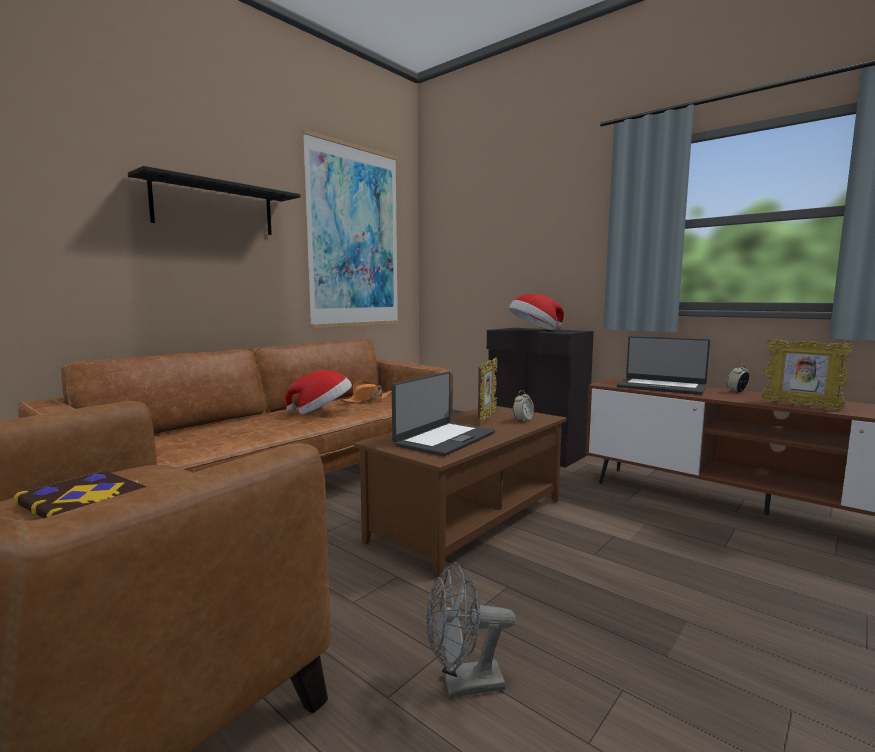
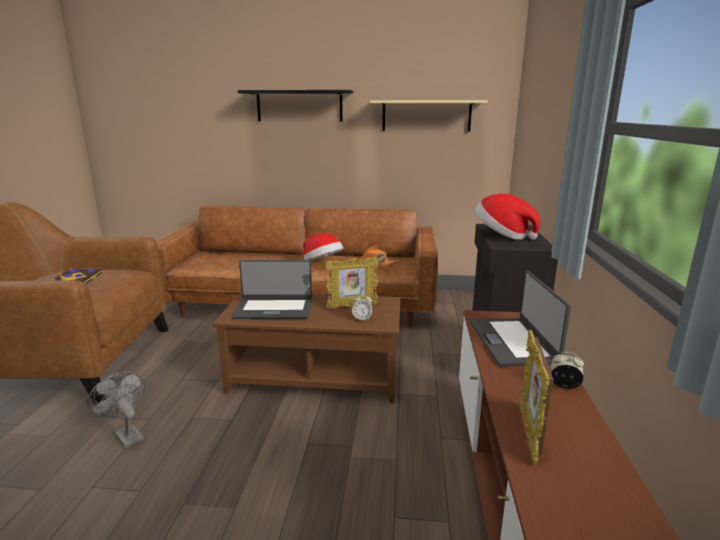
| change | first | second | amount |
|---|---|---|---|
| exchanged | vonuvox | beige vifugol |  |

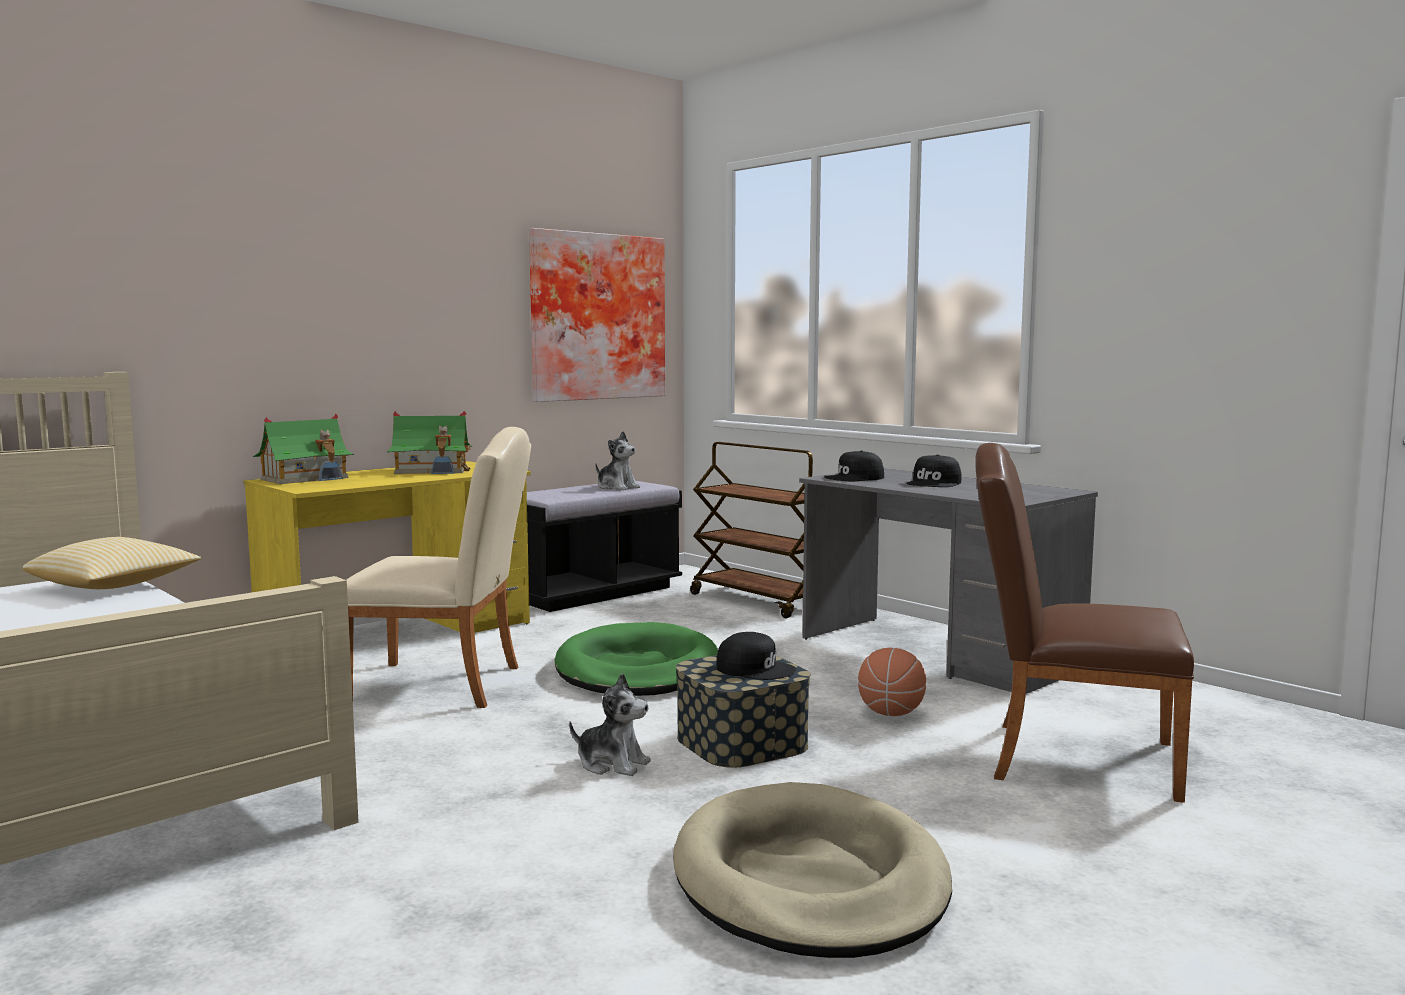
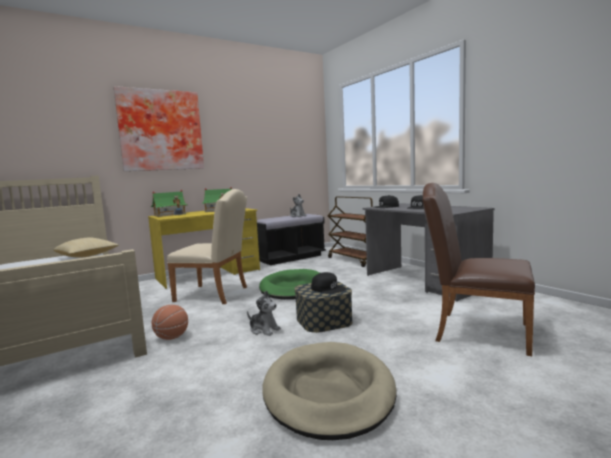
| change | first | second | amount |
|---|---|---|---|
| relocated | vonuvox |  |  |
| relocated | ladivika |  |  |

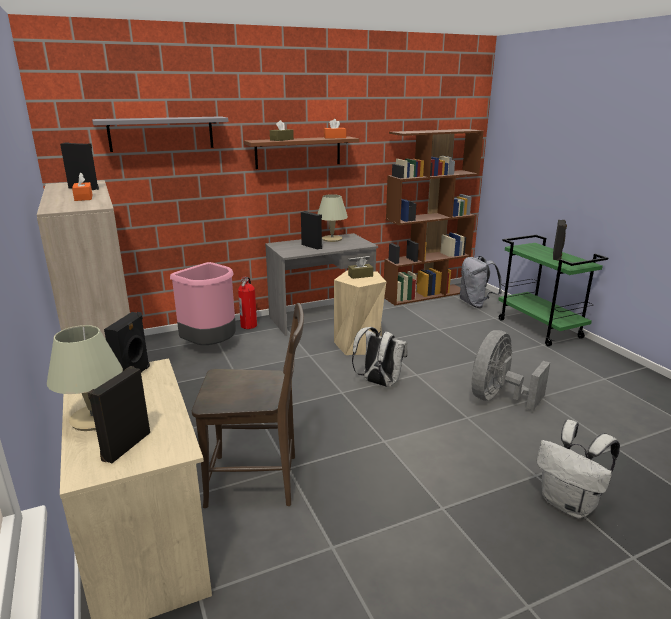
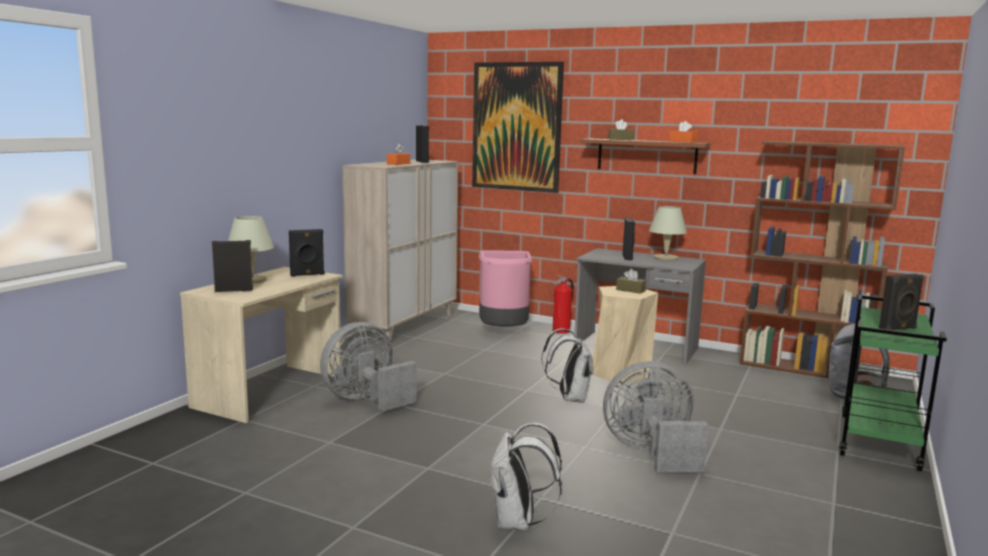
| change | first | second | amount |
|---|---|---|---|
| exchanged | grey vifugol | vonuvox |  |
| exchanged | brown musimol | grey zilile (no. 1 from left) |  |

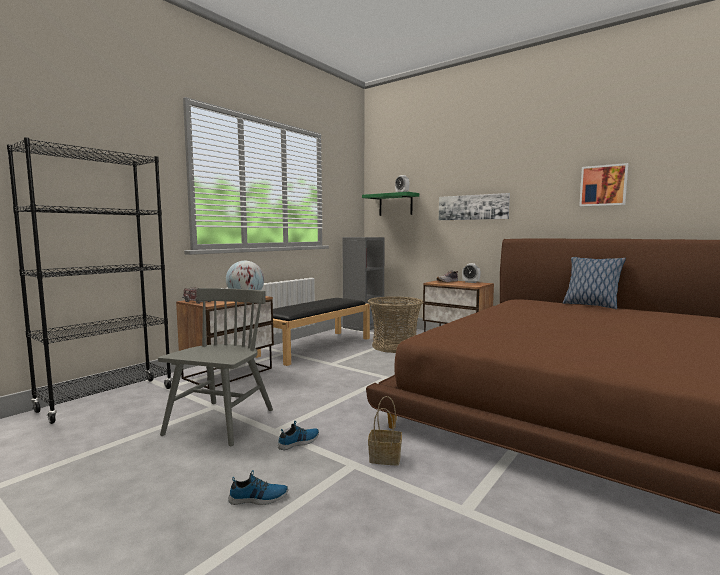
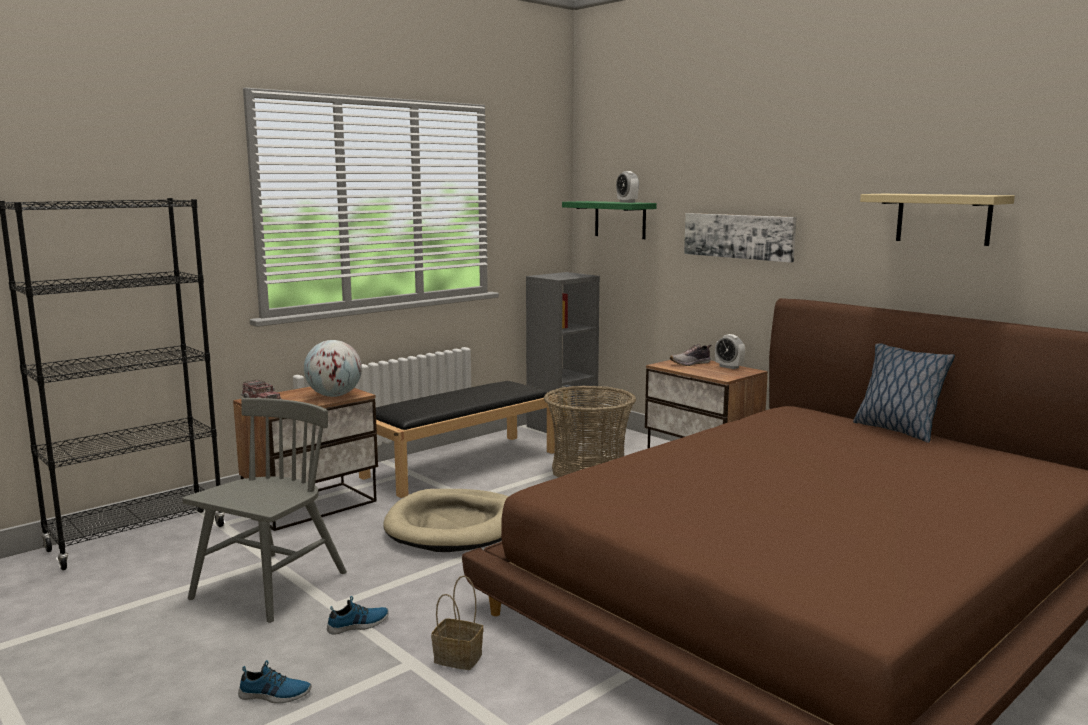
| change | first | second | amount |
|---|---|---|---|
| appeared |  | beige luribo |  |
| exchanged | vonuvox (no. 2 from left) | beige vifugol |  |

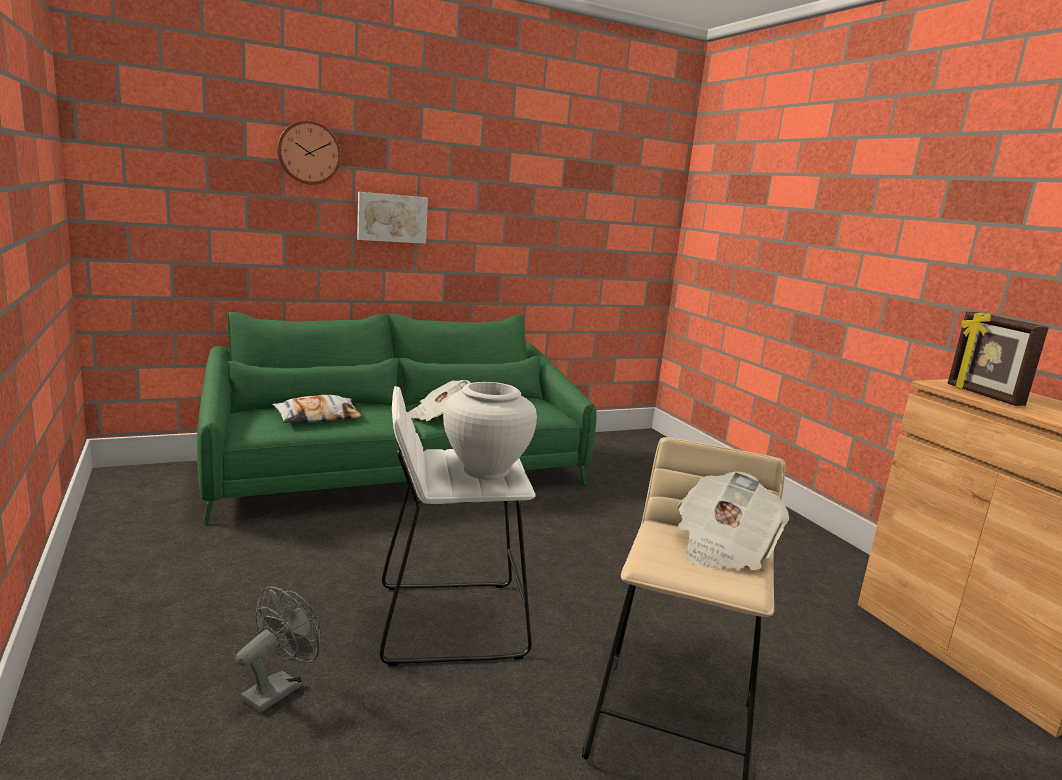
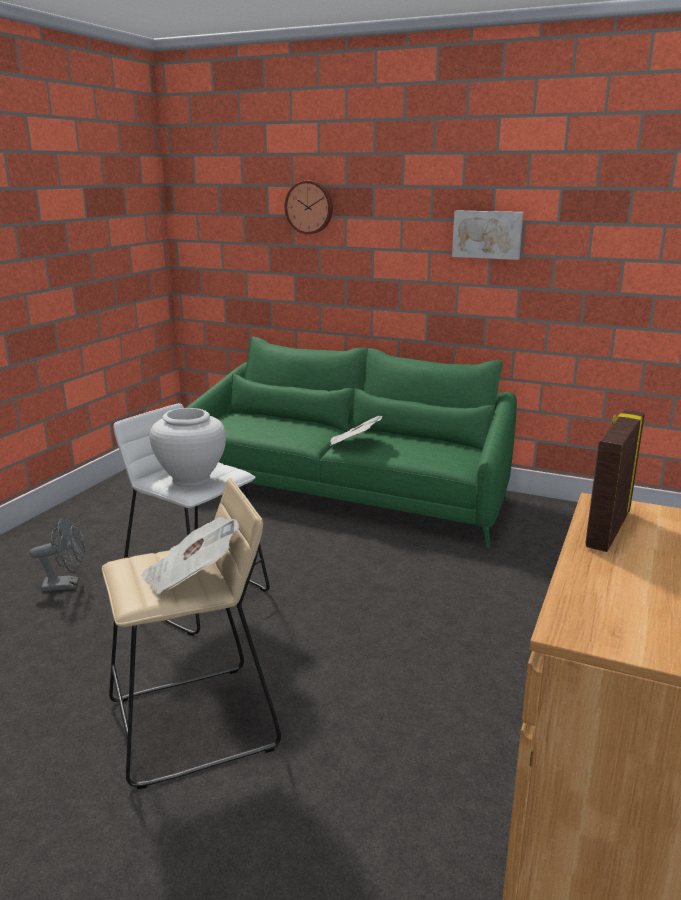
| change | first | second | amount |
|---|---|---|---|
| missing | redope |  |  |
| relocated | vonuvox |  |  |

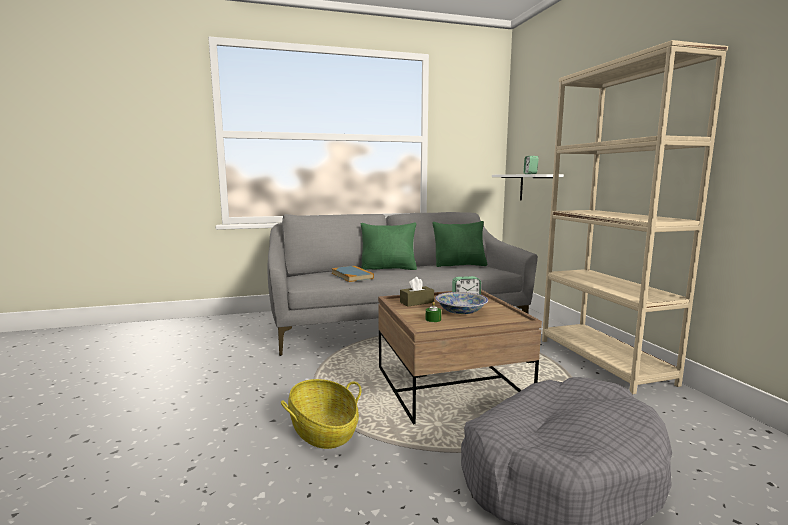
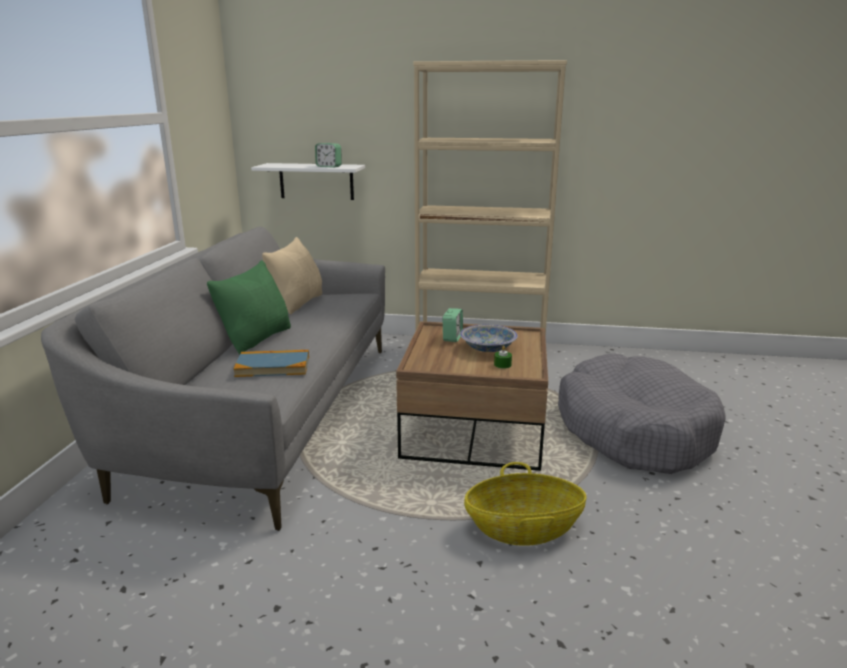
| change | first | second | amount |
|---|---|---|---|
| missing | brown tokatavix |  |  |
| colour | green redope (no. 2 from left) | beige redope |  |

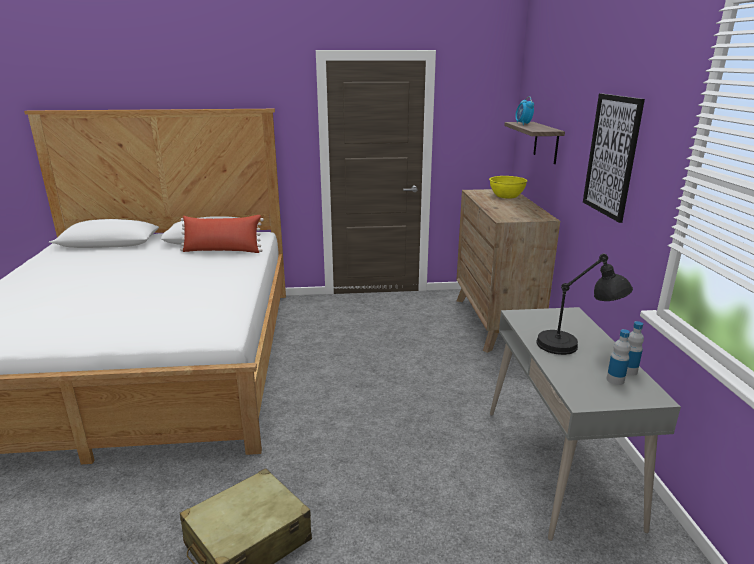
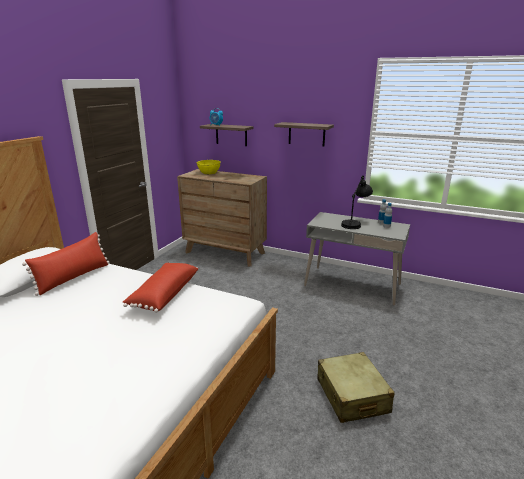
| change | first | second | amount |
|---|---|---|---|
| appeared |  | red redope (no. 2 from left) |  |
| exchanged | vonuvox | vifugol (no. 2 from left) |  |

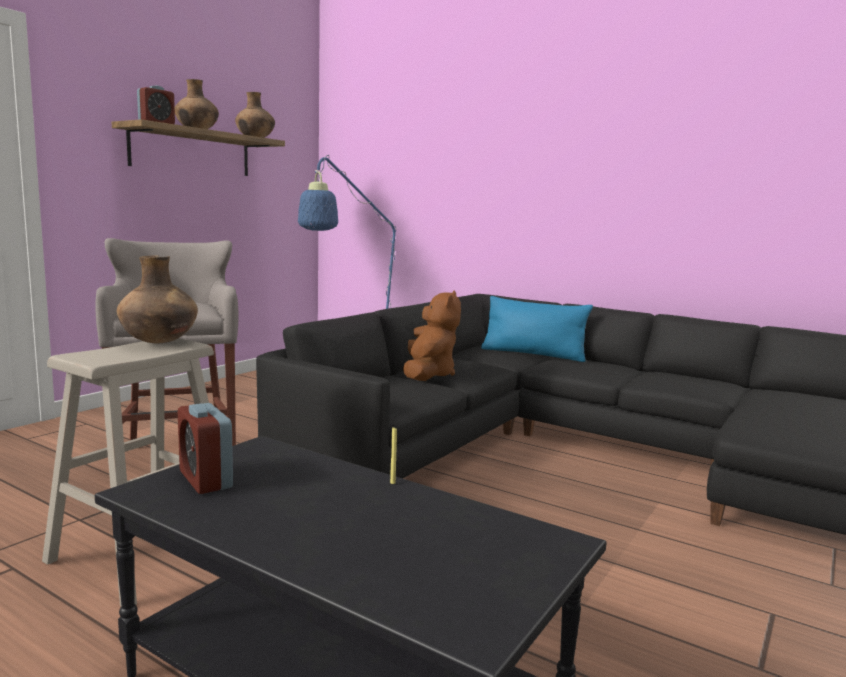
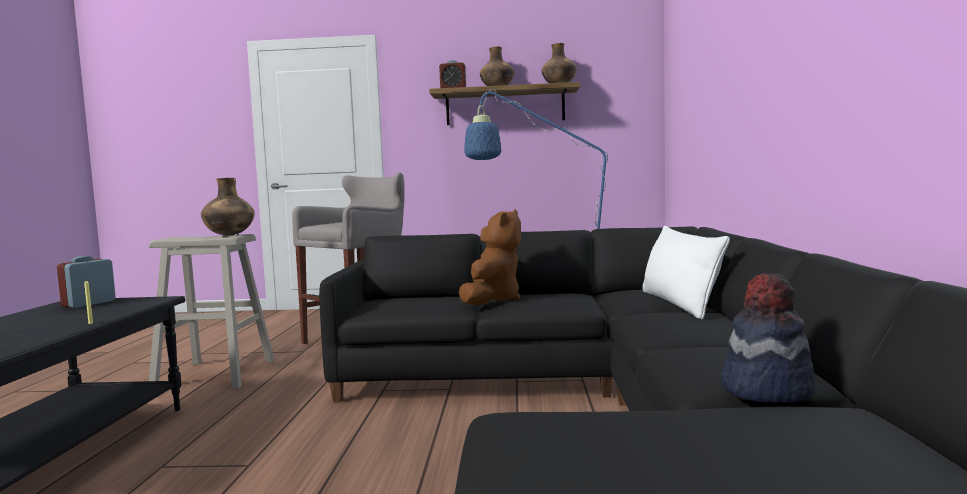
| change | first | second | amount |
|---|---|---|---|
| appeared |  | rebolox |  |
| colour | blue redope | white redope |  |
| spun | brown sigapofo |  | 45 degrees counterclockwise |

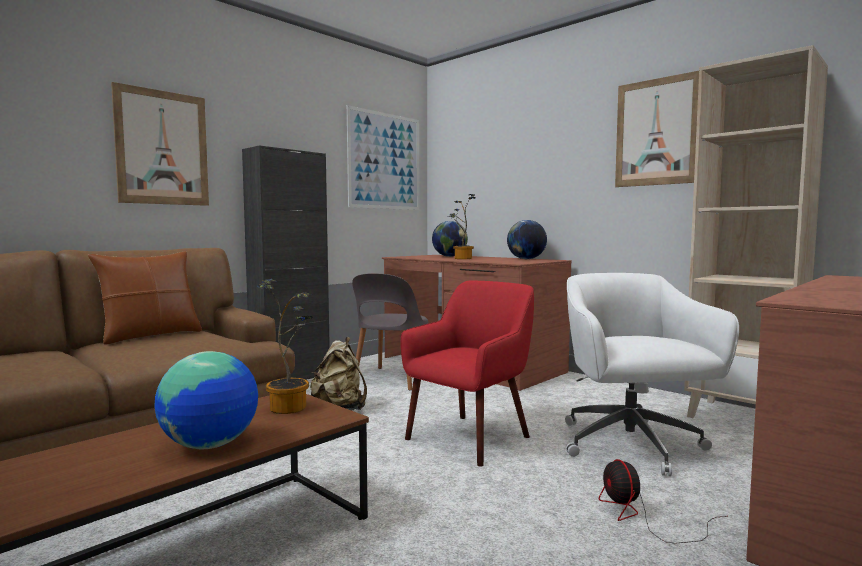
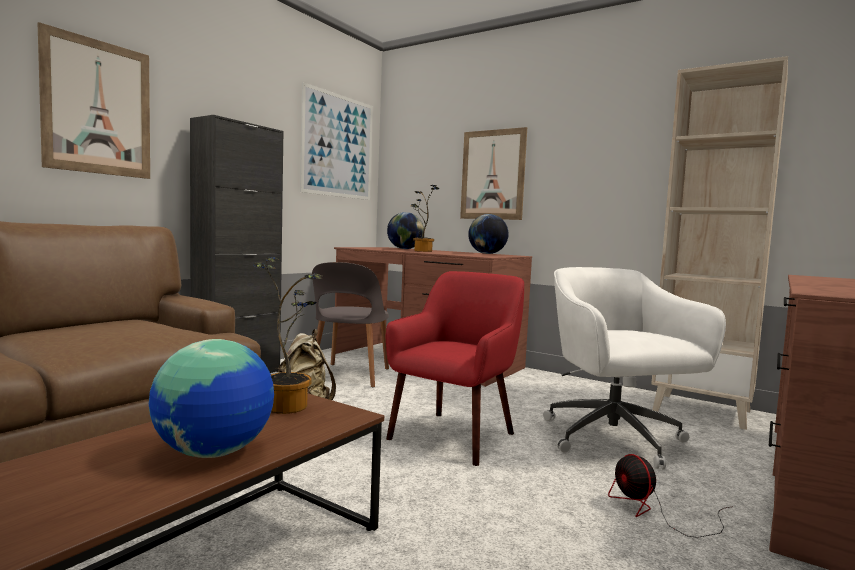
| change | first | second | amount |
|---|---|---|---|
| missing | brown redope |  |  |
| relocated | vonuvox (no. 3 from left) |  |  |

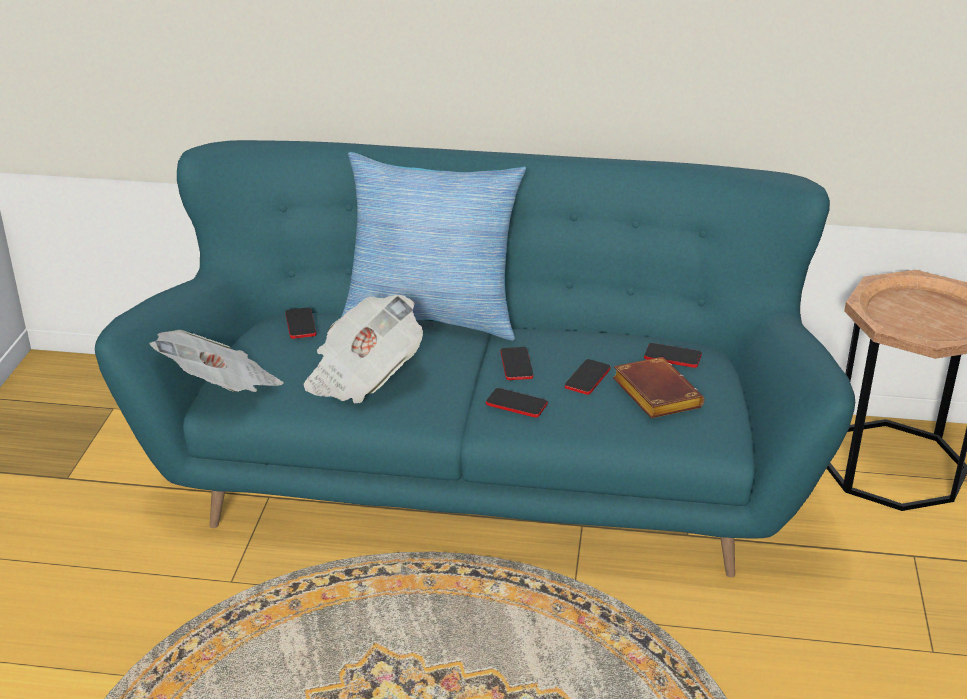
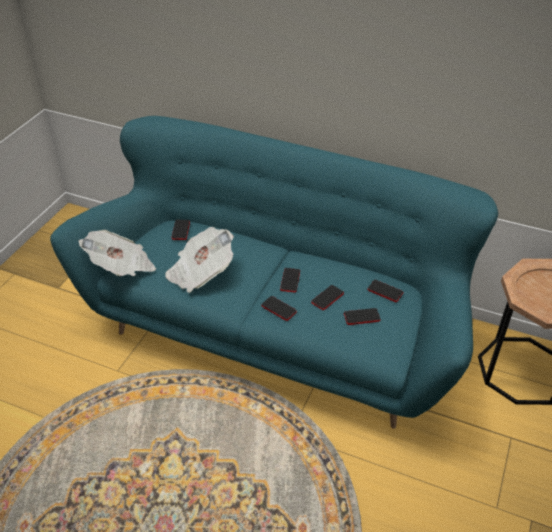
| change | first | second | amount |
|---|---|---|---|
| missing | redope |  |  |
| exchanged | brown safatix | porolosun (no. 5 from left) |  |

